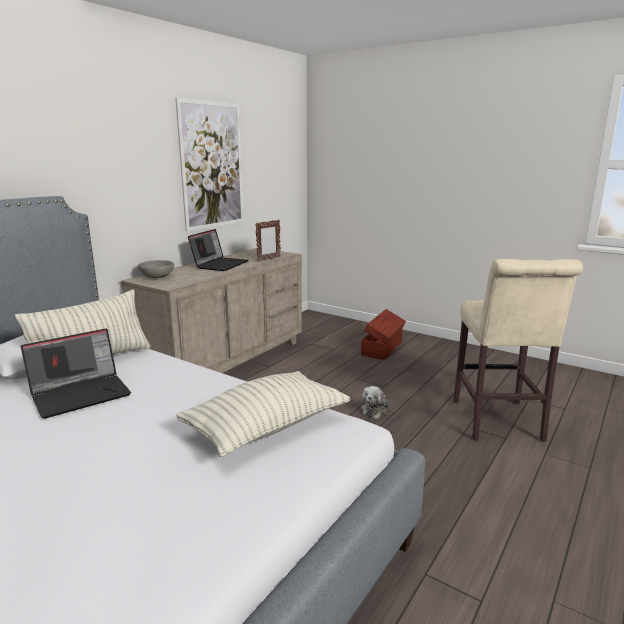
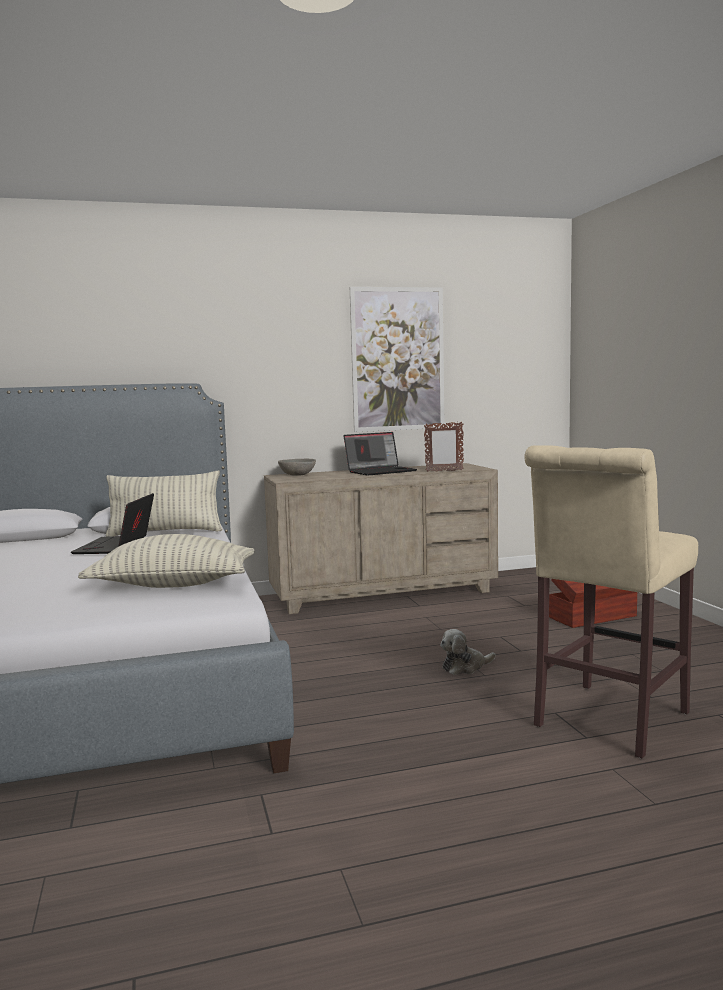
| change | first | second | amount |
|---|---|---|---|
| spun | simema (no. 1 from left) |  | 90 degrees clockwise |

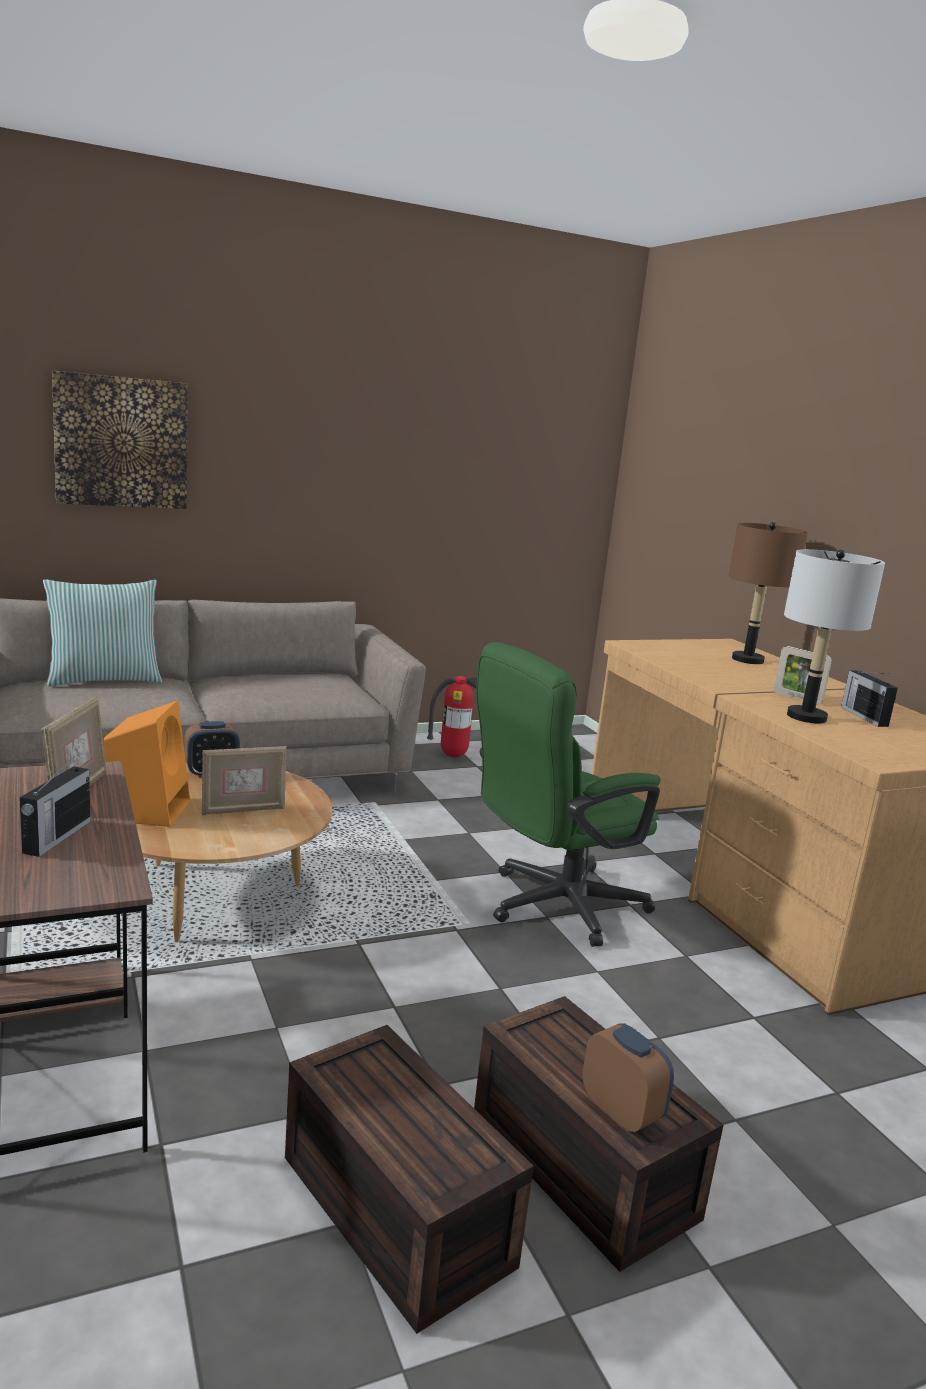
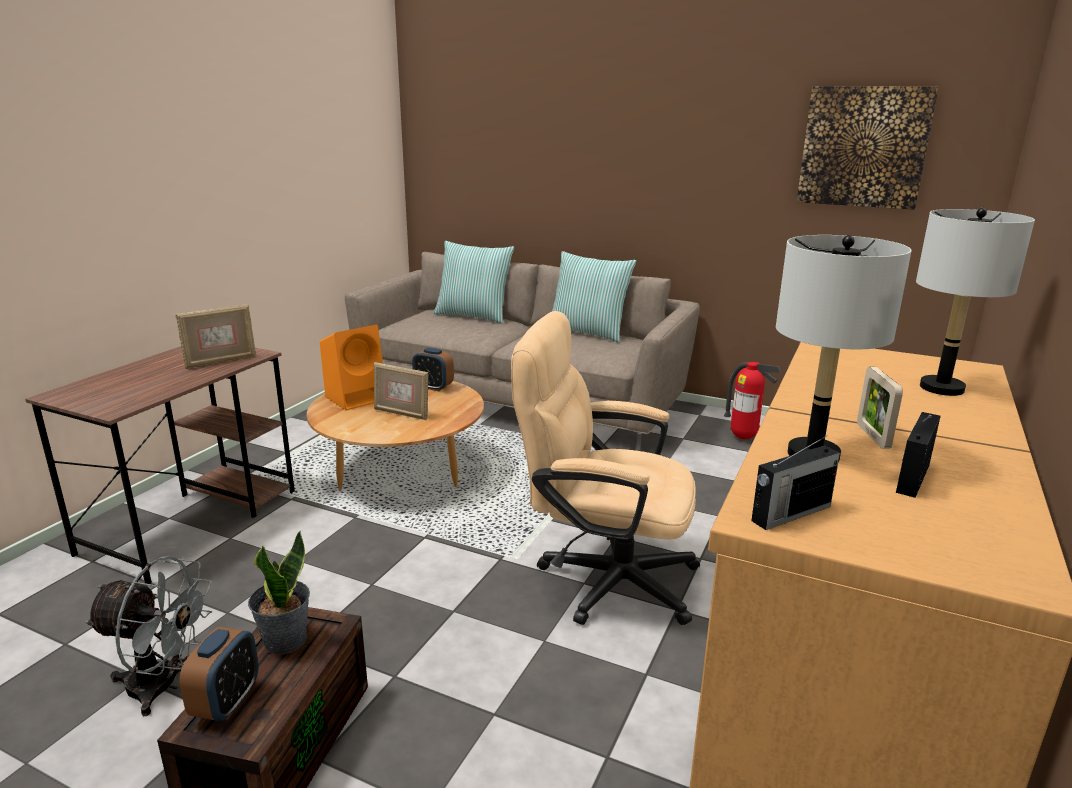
| change | first | second | amount |
|---|---|---|---|
| appeared |  | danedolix |  |
| appeared |  | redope (no. 2 from left) |  |
| relocated | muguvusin (no. 1 from left) |  |  |
| relocated | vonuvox |  |  |
| exchanged | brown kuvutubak (no. 1 from left) | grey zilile |  |
| colour | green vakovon | beige vakovon |  |
| colour | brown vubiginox | grey vubiginox (no. 2 from left) |  |

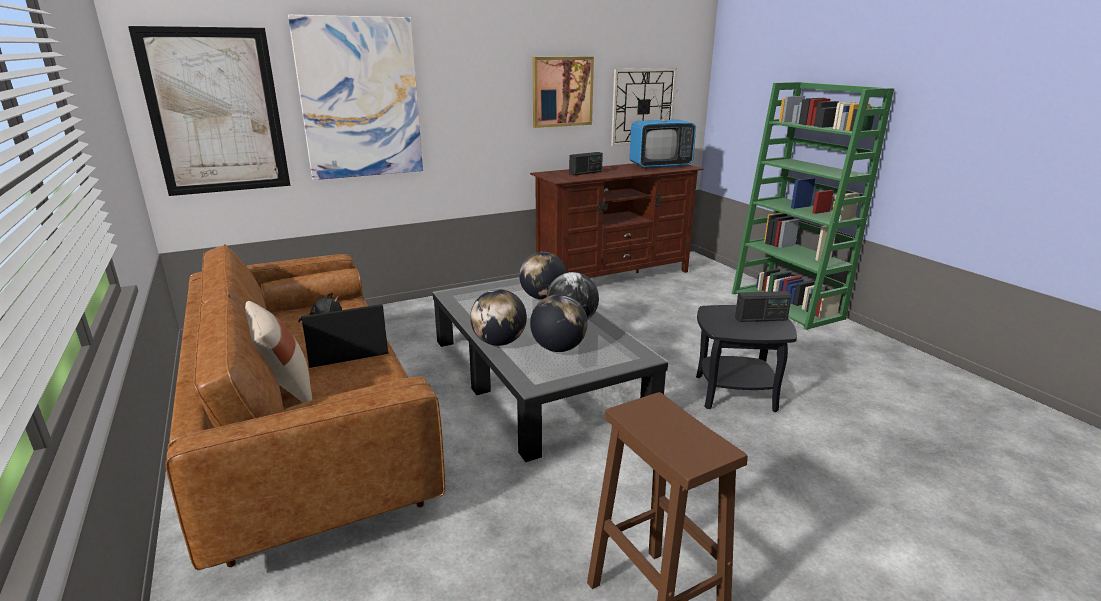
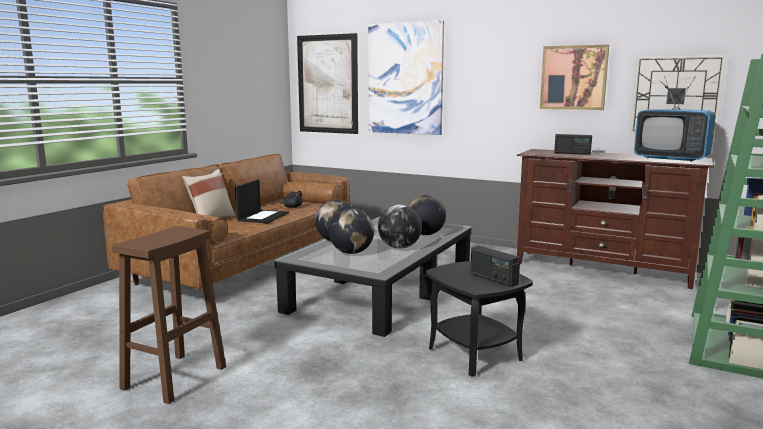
| change | first | second | amount |
|---|---|---|---|
| spun | simema |  | 75 degrees clockwise |

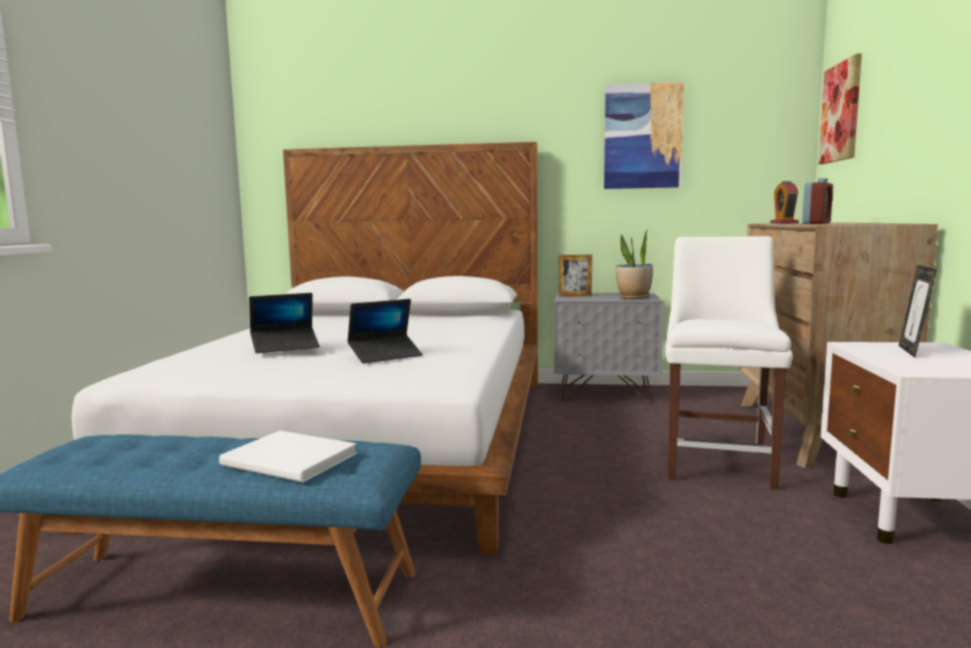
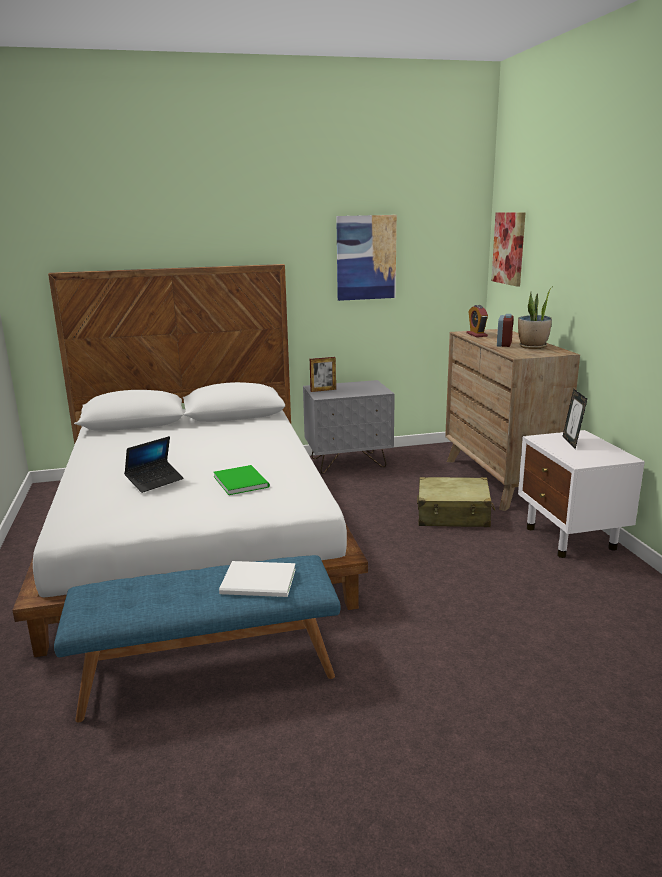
| change | first | second | amount |
|---|---|---|---|
| relocated | danedolix |  |  |
| exchanged | simema (no. 2 from left) | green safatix |  |
| exchanged | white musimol | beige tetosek |  |

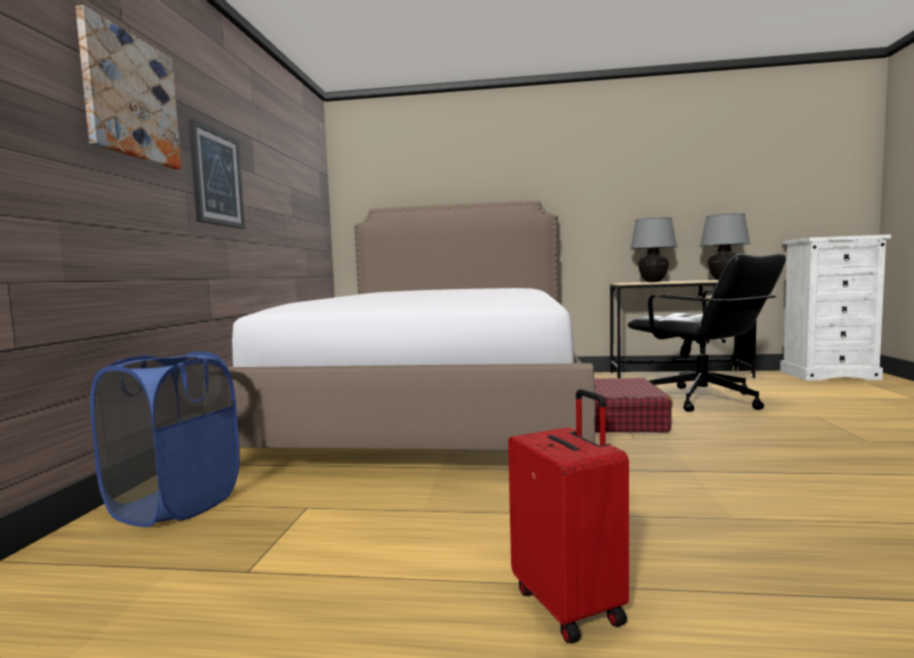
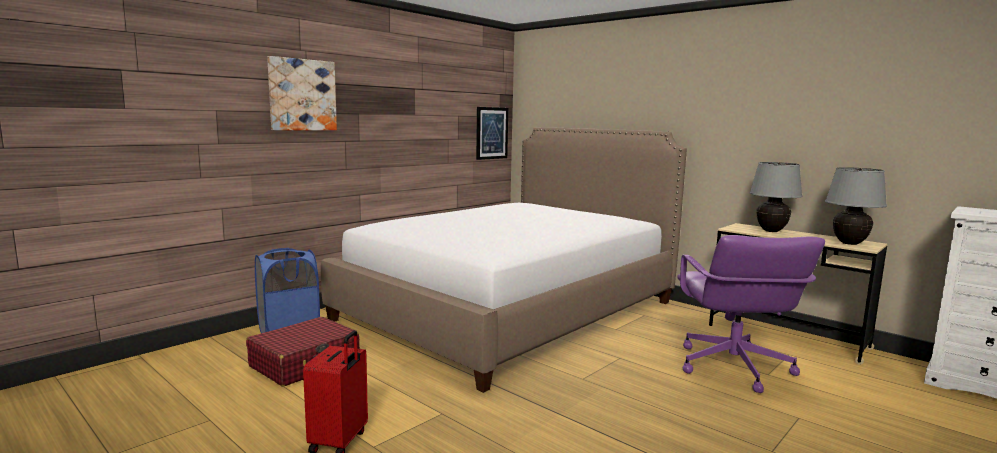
| change | first | second | amount |
|---|---|---|---|
| relocated | vonuvox (no. 2 from left) |  |  |
| relocated | red tetosek (no. 2 from left in the first image) | red tetosek (no. 1 from left) |  |
| colour | black vakovon | purple vakovon |  |

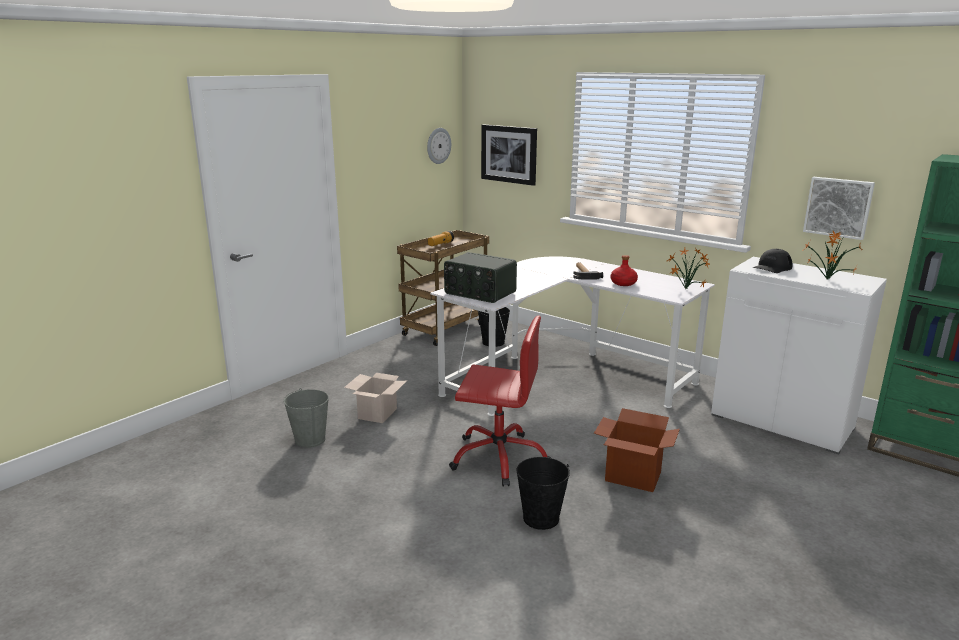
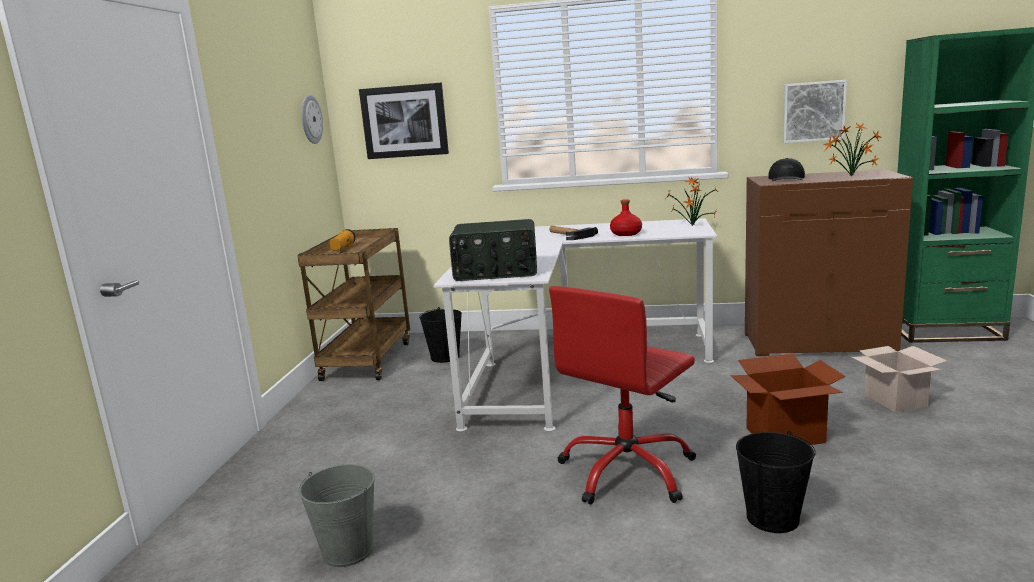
| change | first | second | amount |
|---|---|---|---|
| relocated | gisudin (no. 1 from left in the first image) | gisudin (no. 2 from left) |  |
| colour | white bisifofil | brown bisifofil |  |
| spun | red vakovon |  | 150 degrees clockwise |

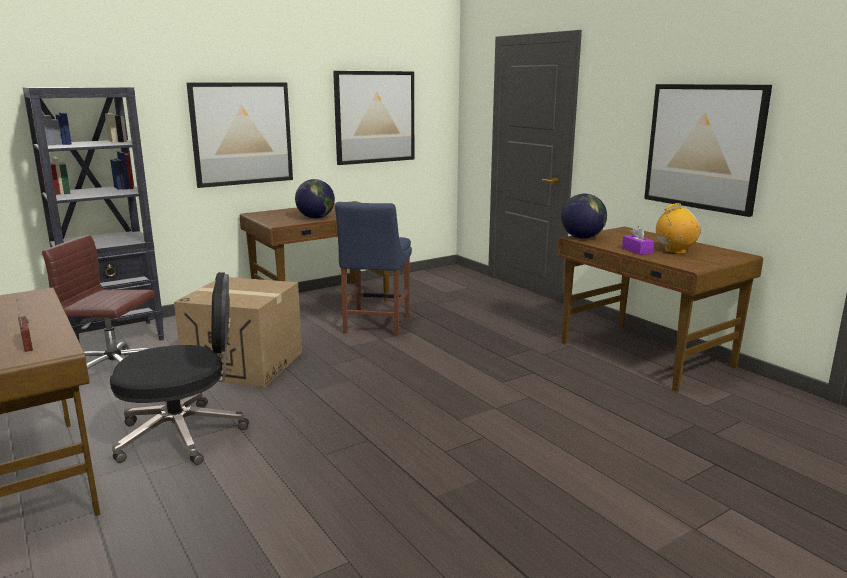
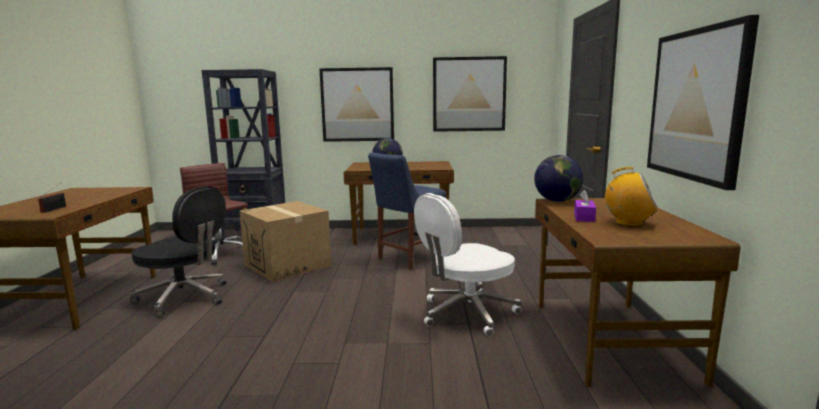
| change | first | second | amount |
|---|---|---|---|
| appeared |  | white vakovon |  |

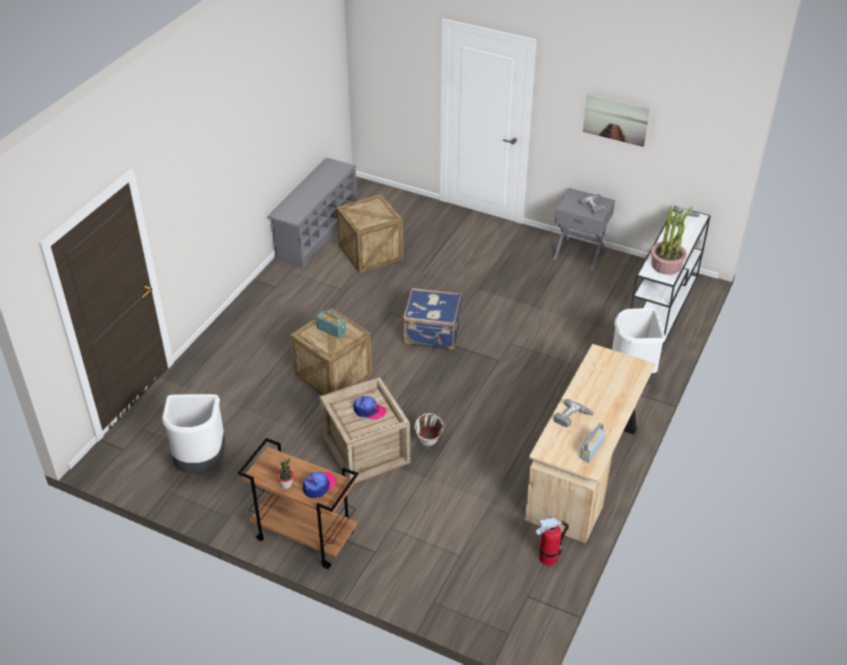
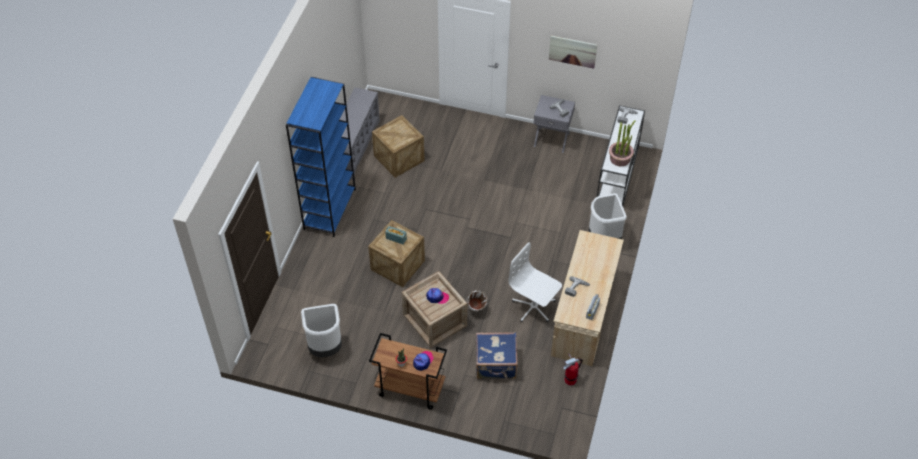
| change | first | second | amount |
|---|---|---|---|
| appeared |  | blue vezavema |  |
| appeared |  | white vakovon |  |
| relocated | blue tetosek |  |  |

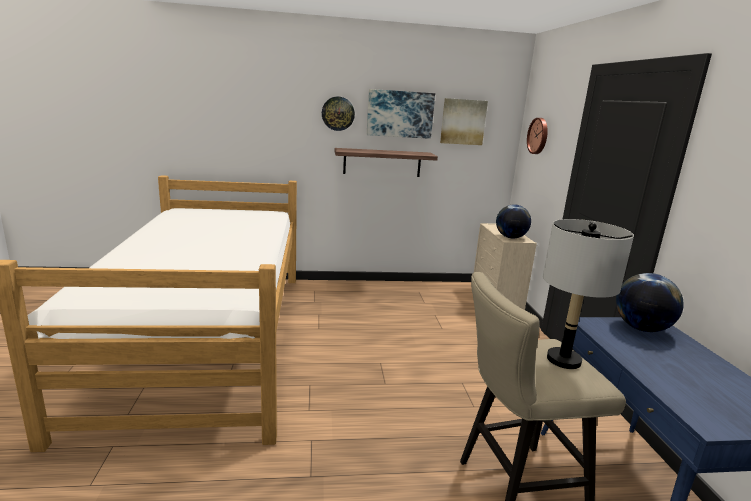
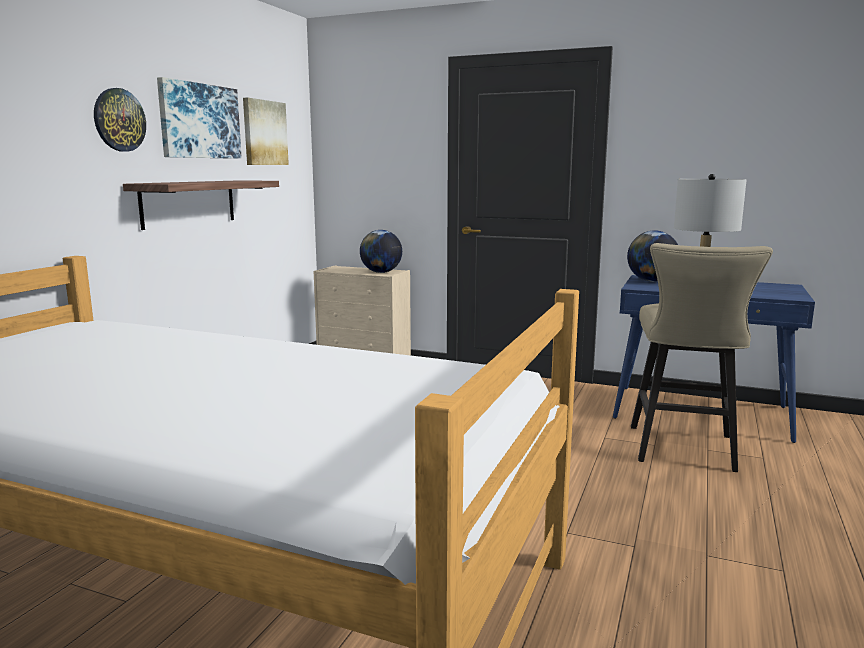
| change | first | second | amount |
|---|---|---|---|
| missing | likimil (no. 2 from left) |  |  |

